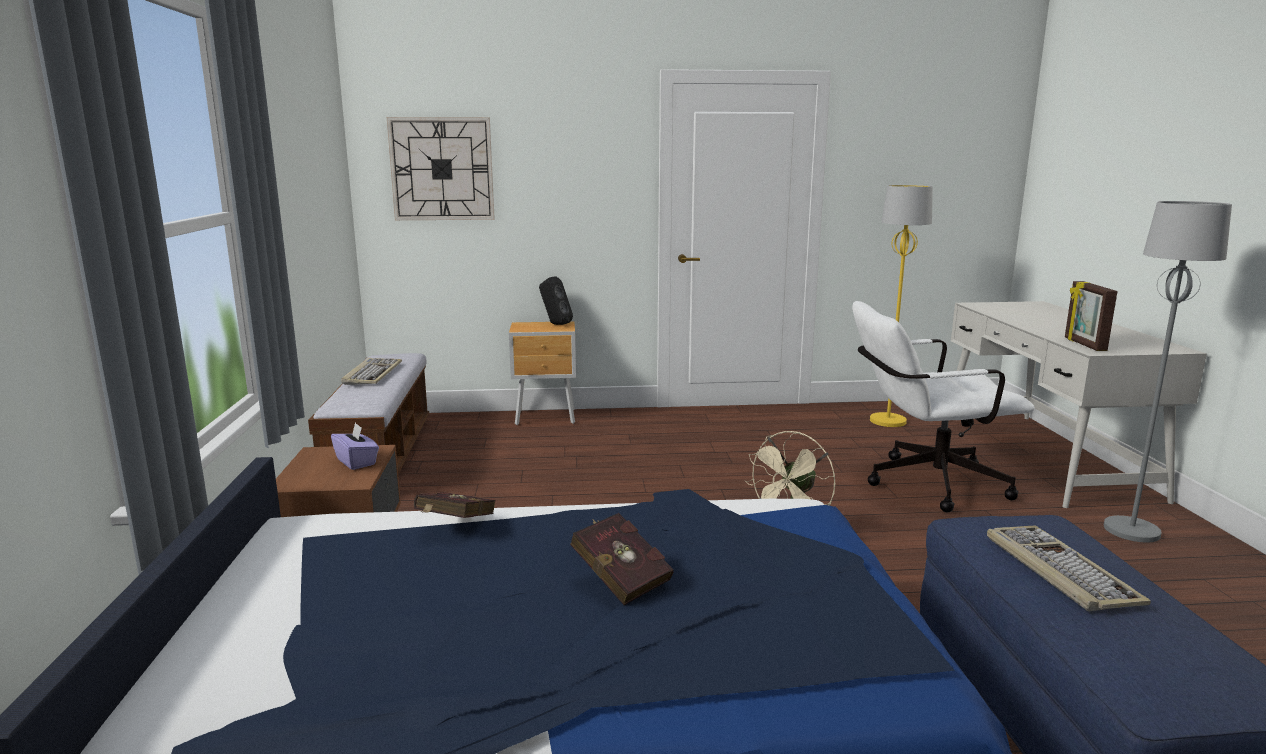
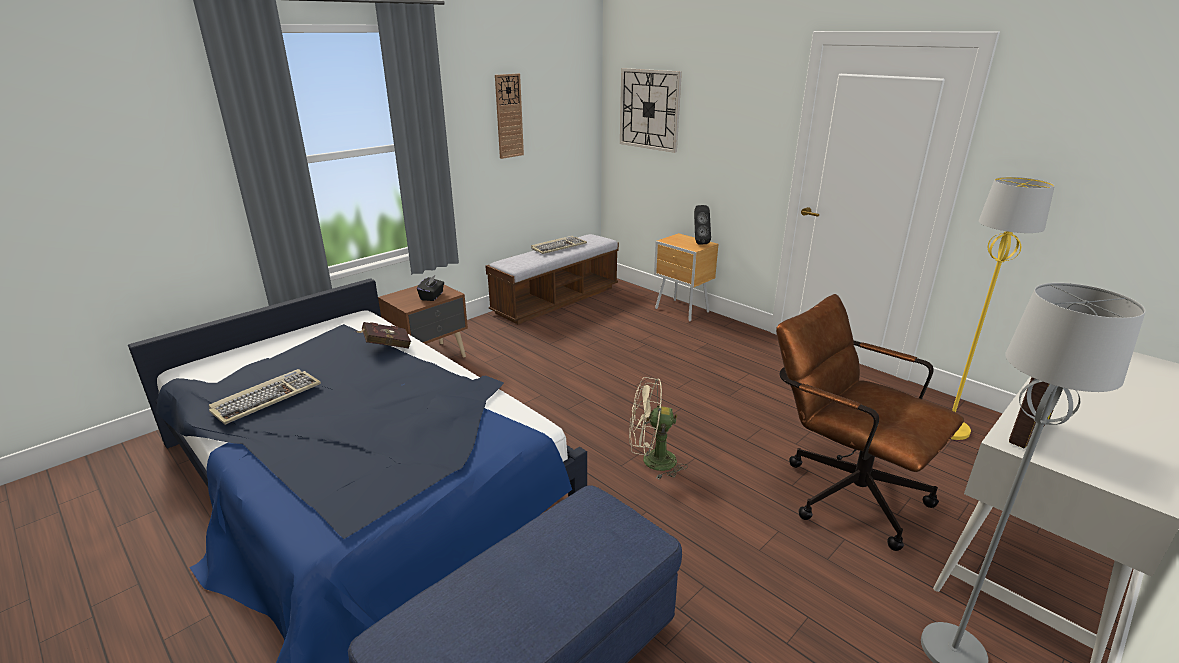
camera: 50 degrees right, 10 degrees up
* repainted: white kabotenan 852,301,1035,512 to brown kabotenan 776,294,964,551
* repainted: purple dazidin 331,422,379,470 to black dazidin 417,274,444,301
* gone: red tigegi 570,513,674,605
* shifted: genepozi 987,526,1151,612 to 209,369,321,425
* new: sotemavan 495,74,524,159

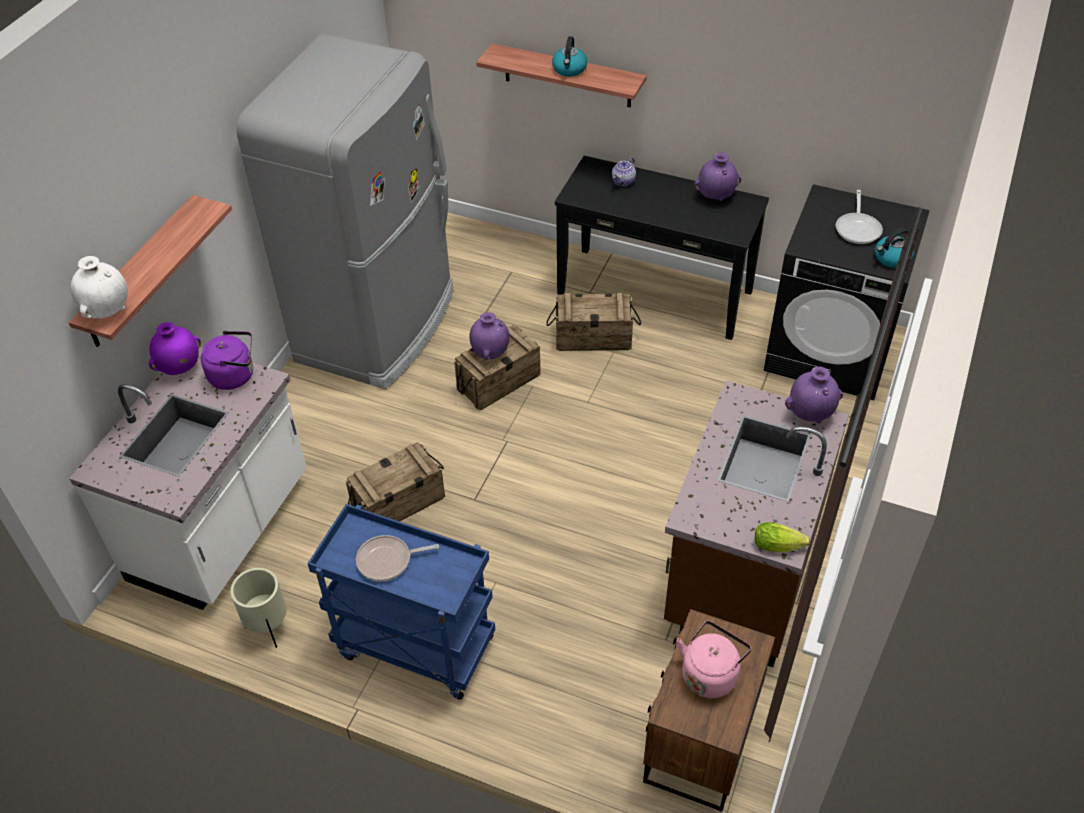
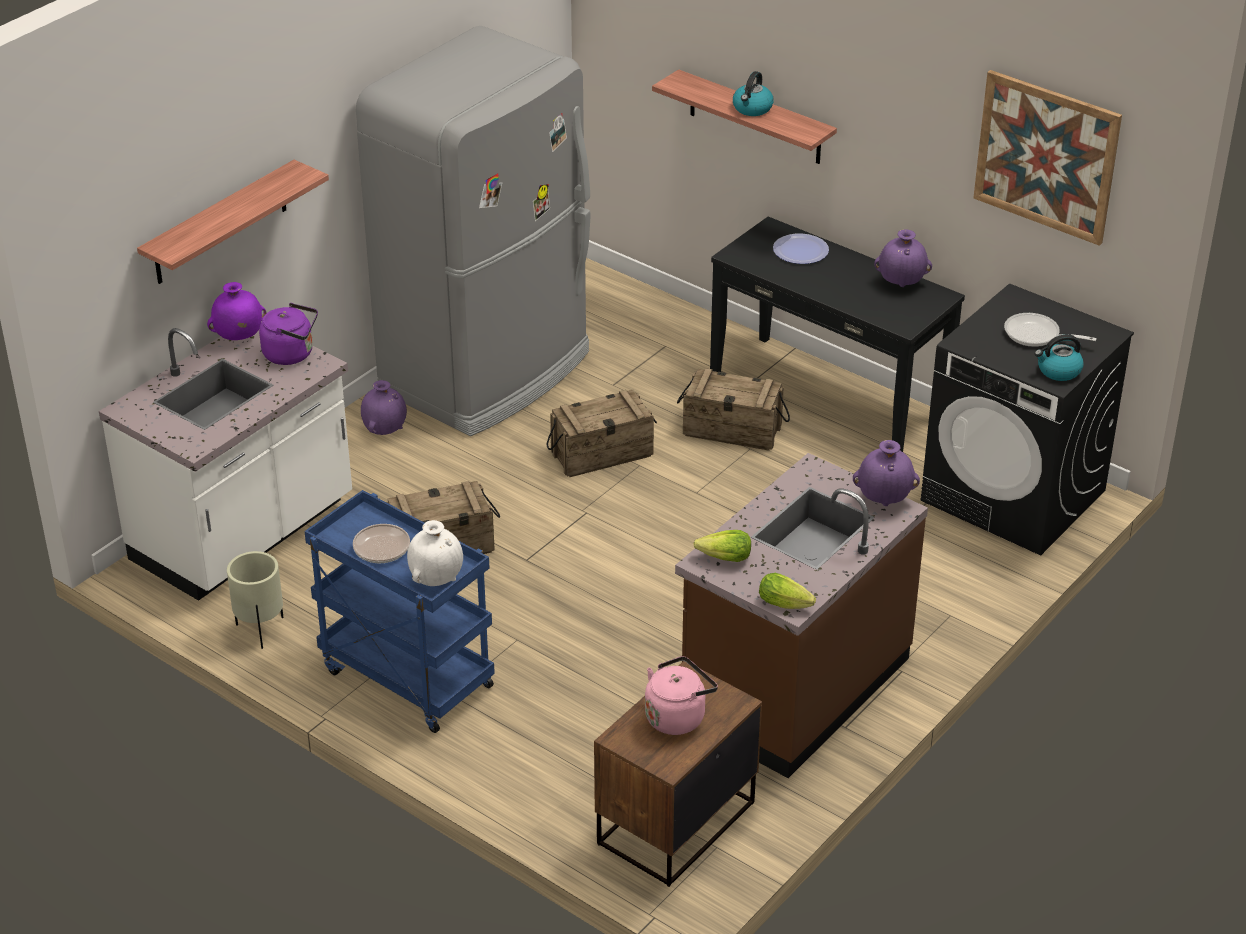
camera: 15 degrees right, 10 degrees down
* swapped: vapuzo 612,157,636,186 to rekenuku 773,234,829,264
* rotated: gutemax 836,190,883,244 = 1004,313,1097,347 90 degrees clockwise
* shifted: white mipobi 70,256,128,319 to 407,520,463,586
* shifted: purple mipobi 469,312,510,359 to 361,380,407,435
* new: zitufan 973,70,1122,246
* new: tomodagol 693,530,751,562

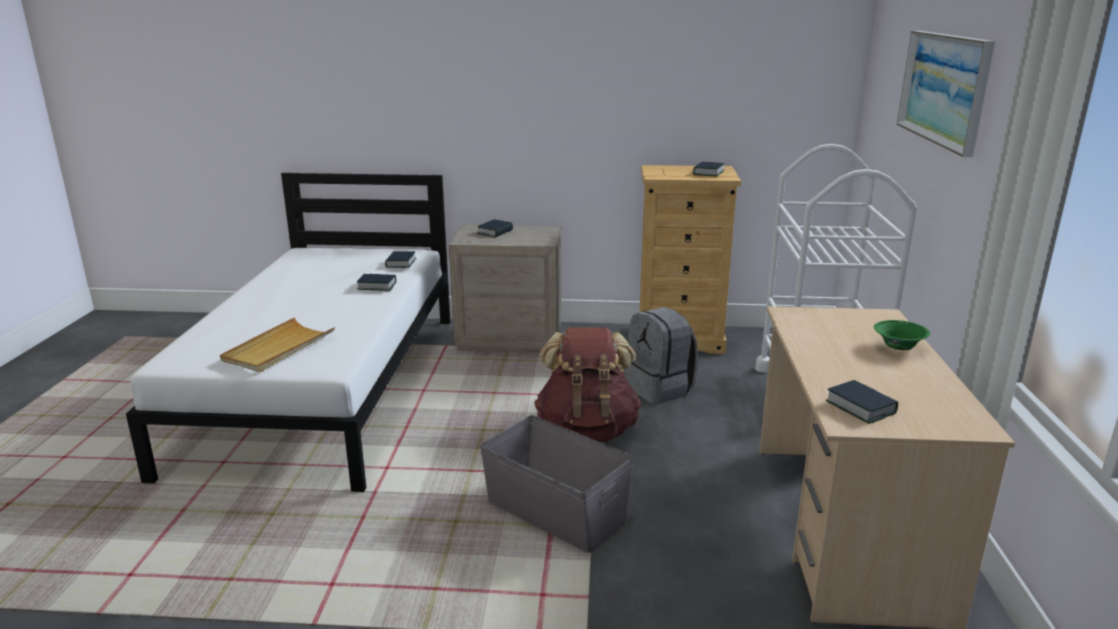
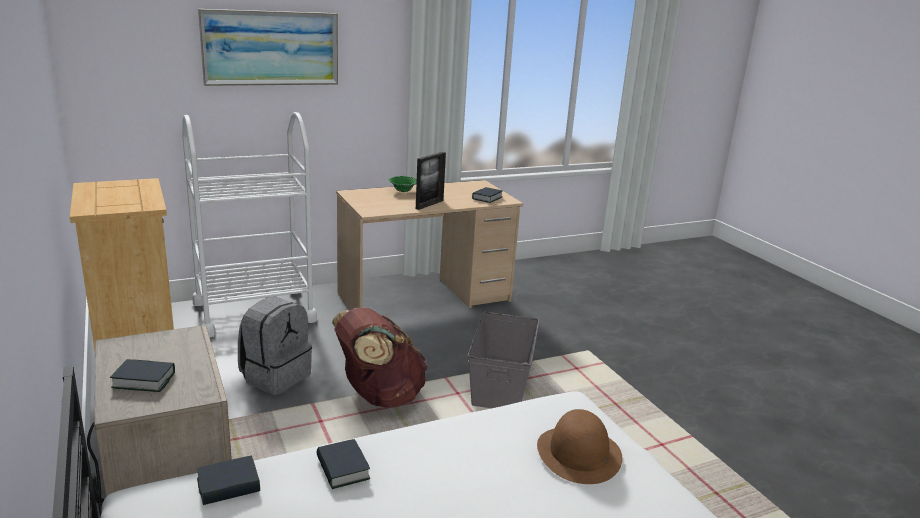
camera: 120 degrees left, 0 degrees up
* gone: tigegi 693,161,725,176
* swapped: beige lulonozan 220,317,335,372 to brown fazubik 537,409,622,484
* new: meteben 416,152,446,210

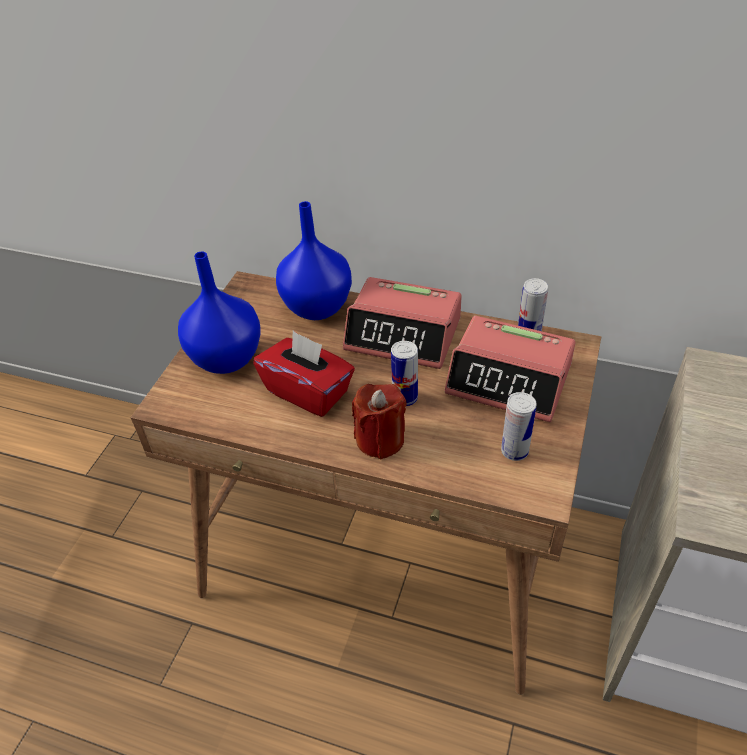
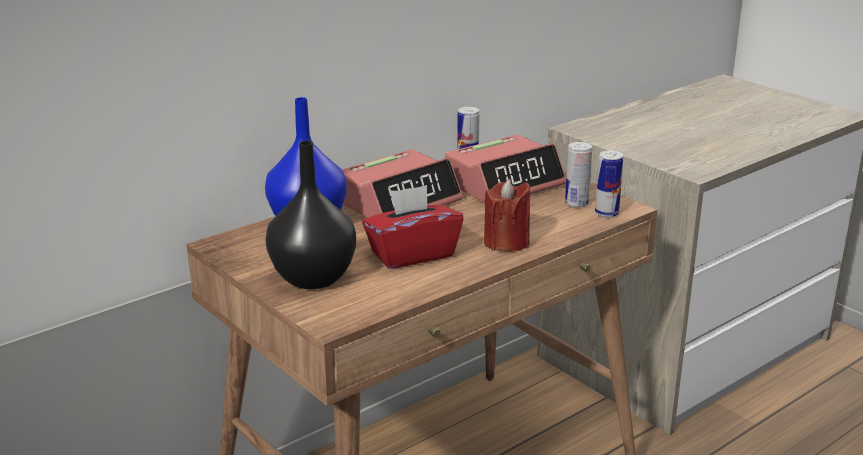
camera: 60 degrees left, 20 degrees down
* repainted: blue mipobi 178,252,261,374 to black mipobi 265,141,356,289
* shifted: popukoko 391,341,418,406 to 595,150,623,217

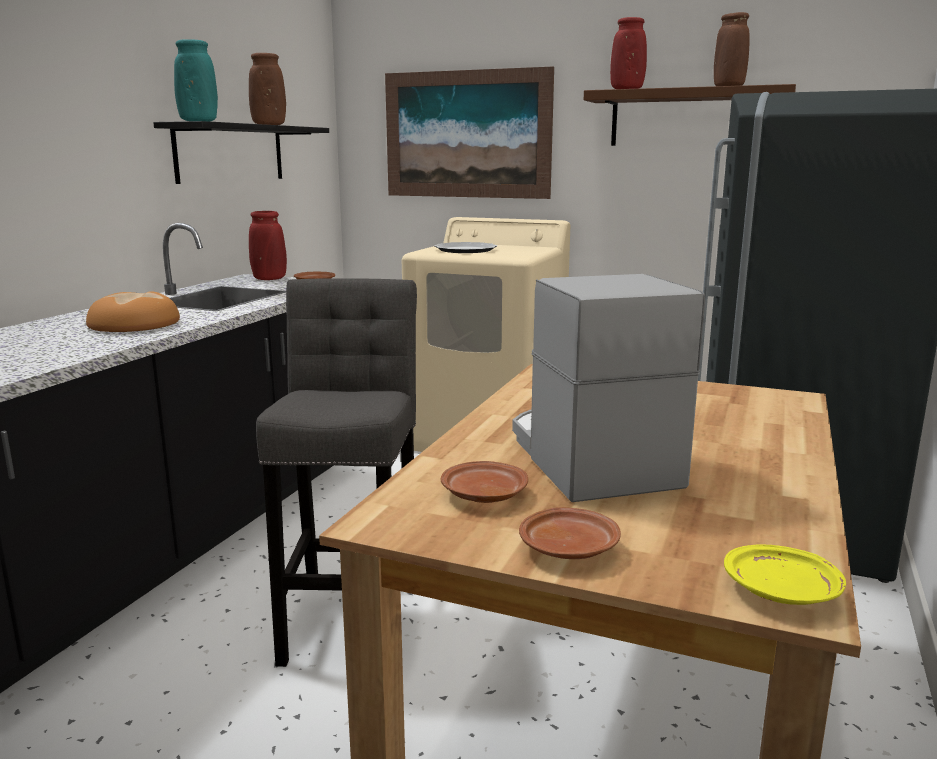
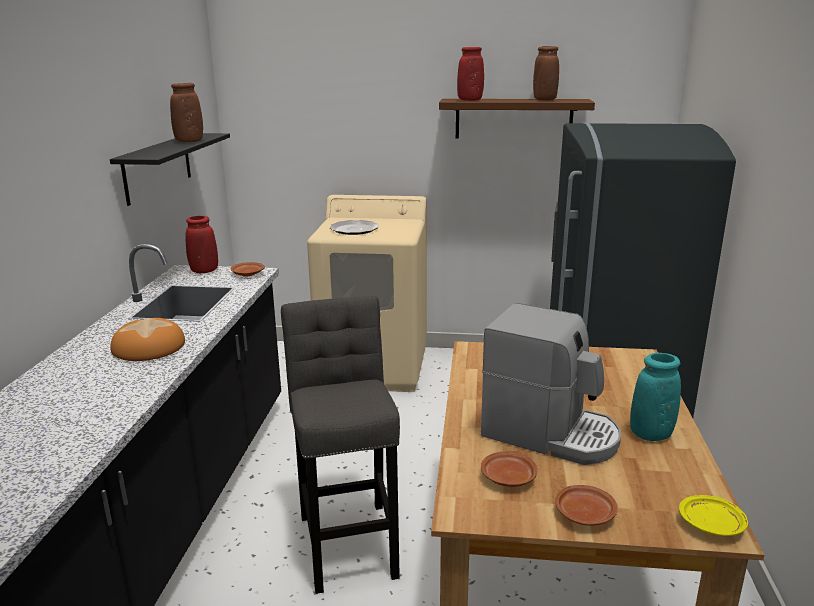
camera: 15 degrees left, 5 degrees up
* shifted: turquoise mipobi 174,39,218,122 to 630,353,681,441
* gone: zitufan 385,67,554,199
* rotated: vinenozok 512,274,705,502 = 481,303,621,465 150 degrees clockwise

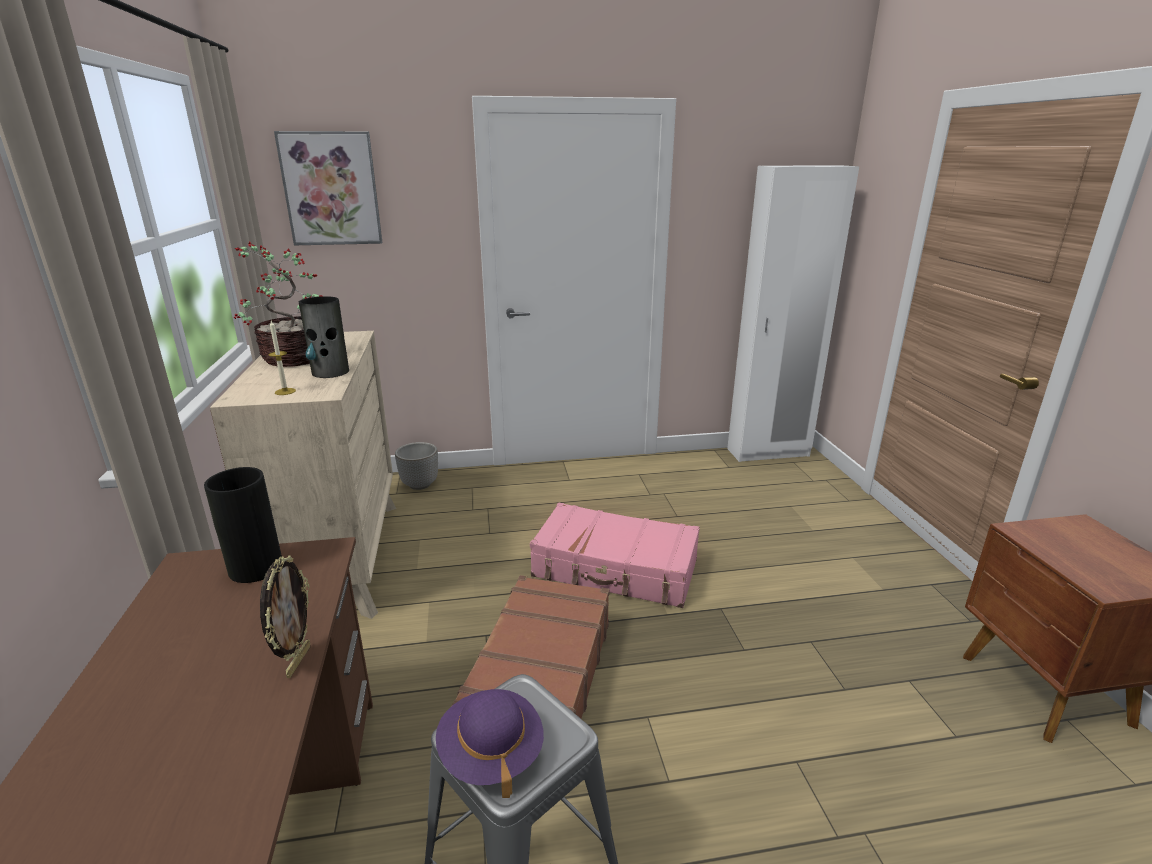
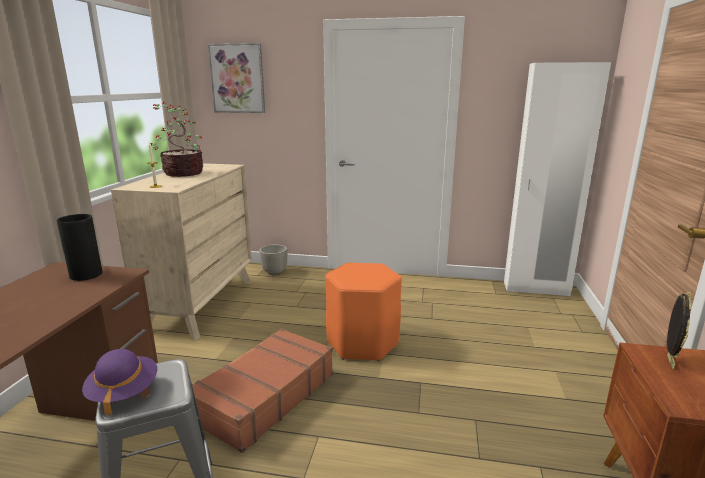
camera: 20 degrees right, 5 degrees down
* gone: mipobi 299,296,349,378
* swapped: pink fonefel 530,503,700,608 to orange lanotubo 325,263,402,361
* shifted: meteben 260,555,310,678 to 667,292,692,369

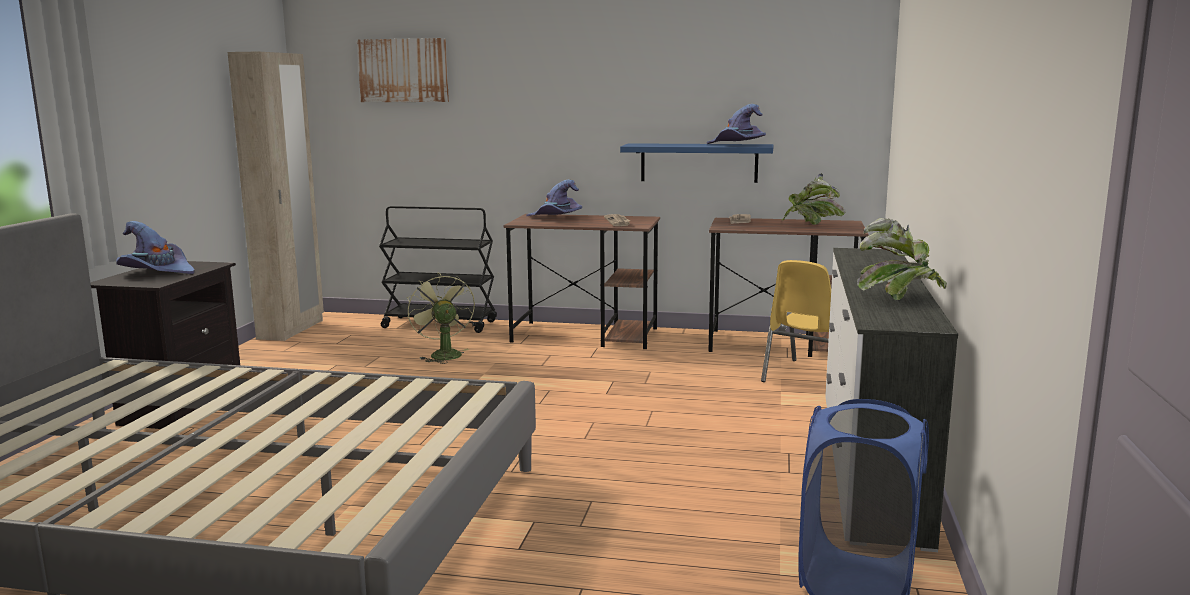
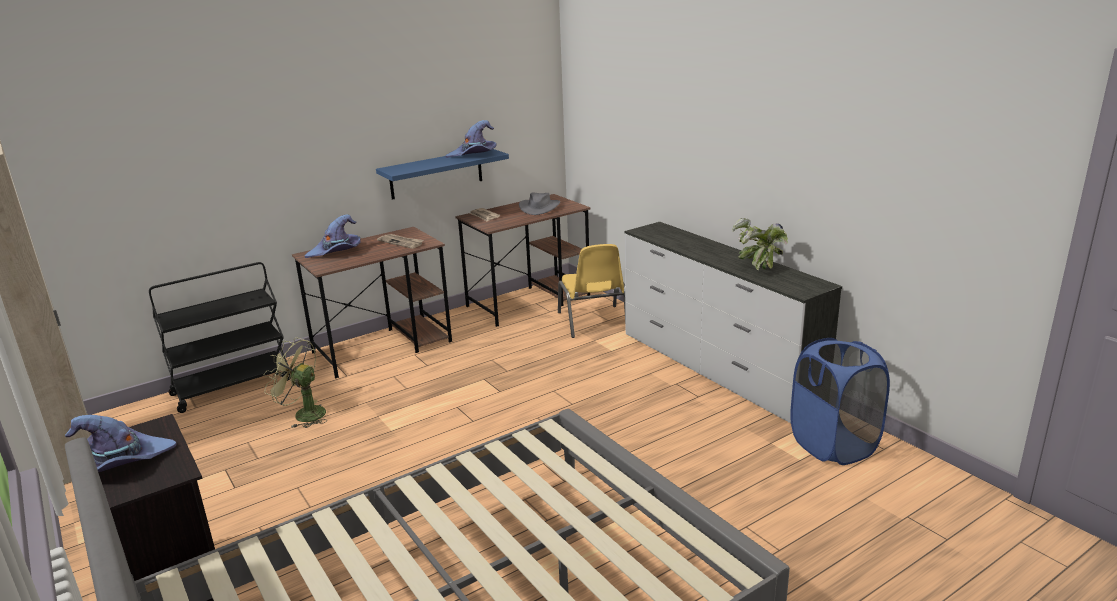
camera: 45 degrees left, 10 degrees up
* gone: zitufan 357,38,449,102
* swapped: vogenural 782,173,846,225 to grey fazubik 519,193,560,215

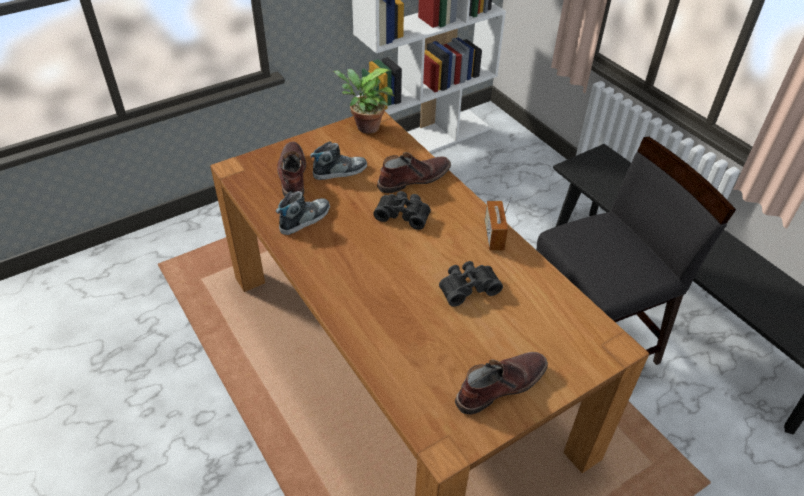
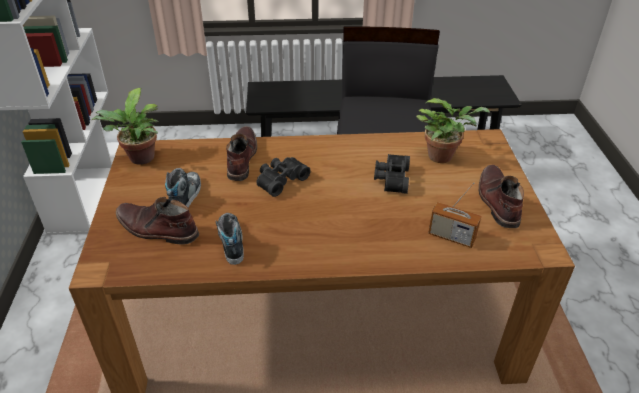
camera: 60 degrees left, 5 degrees down
* shifted: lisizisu 484,195,512,250 to 428,183,481,248
* new: vogenural 416,98,490,163

